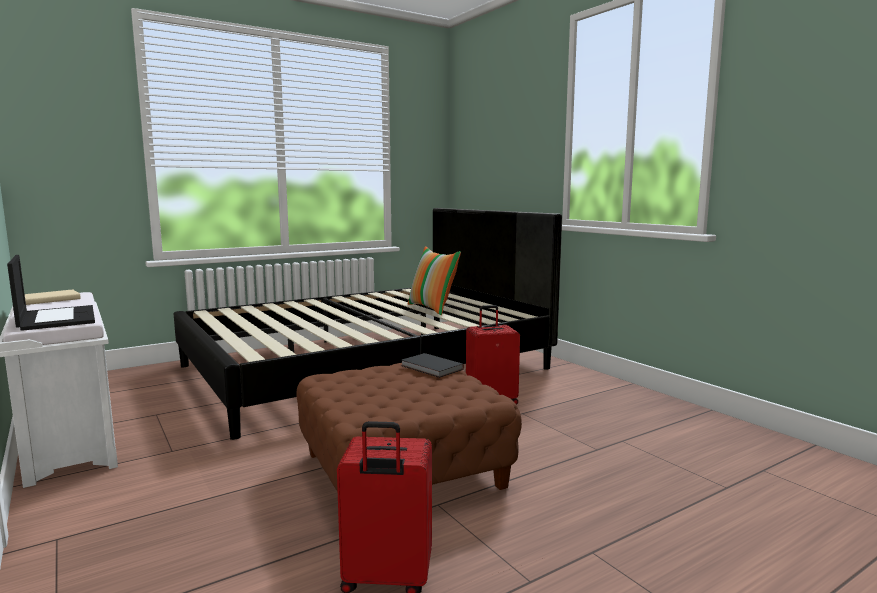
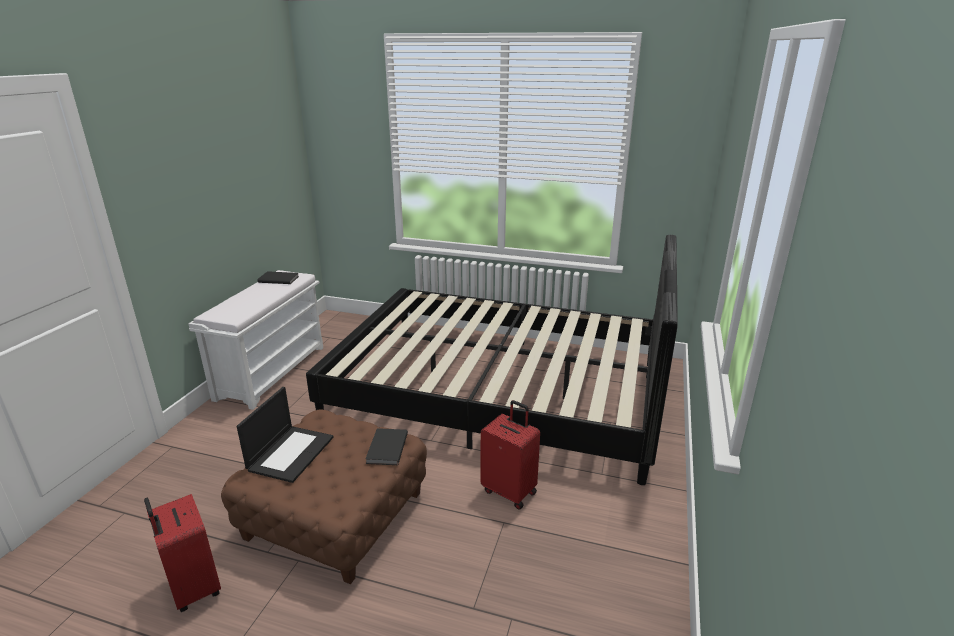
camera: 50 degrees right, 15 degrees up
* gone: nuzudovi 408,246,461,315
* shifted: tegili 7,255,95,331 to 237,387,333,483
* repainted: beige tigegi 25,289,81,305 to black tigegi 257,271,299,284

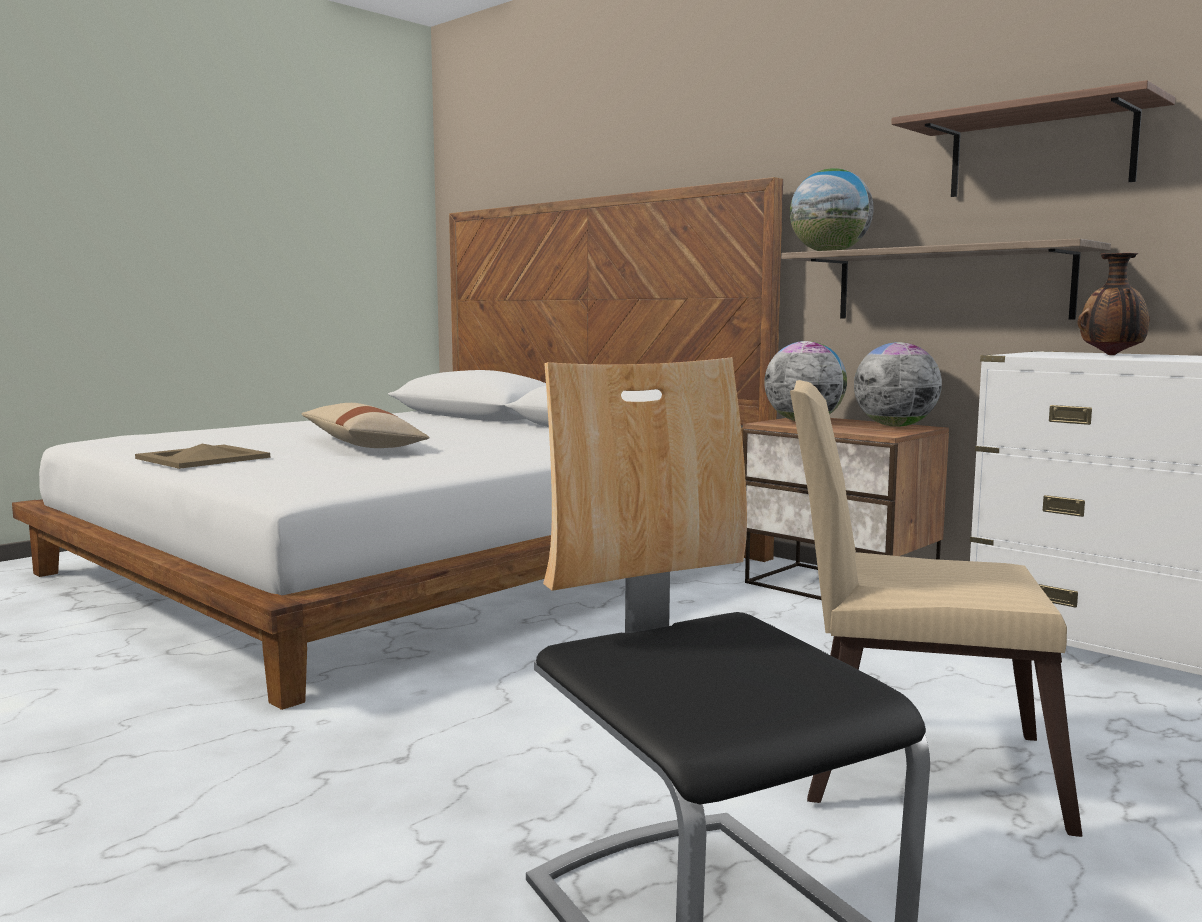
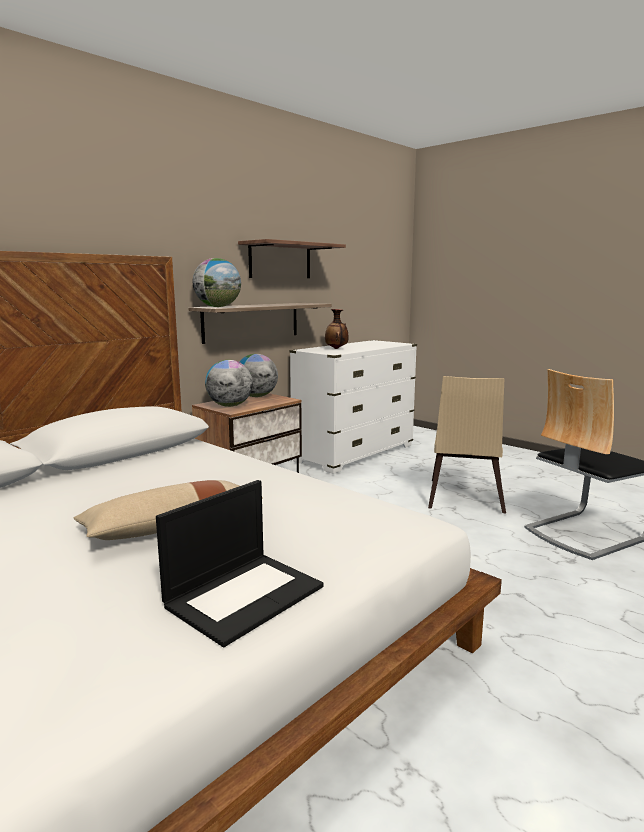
camera: 90 degrees left, 5 degrees up
* swapped: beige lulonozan 135,444,270,469 to tegili 156,480,323,647

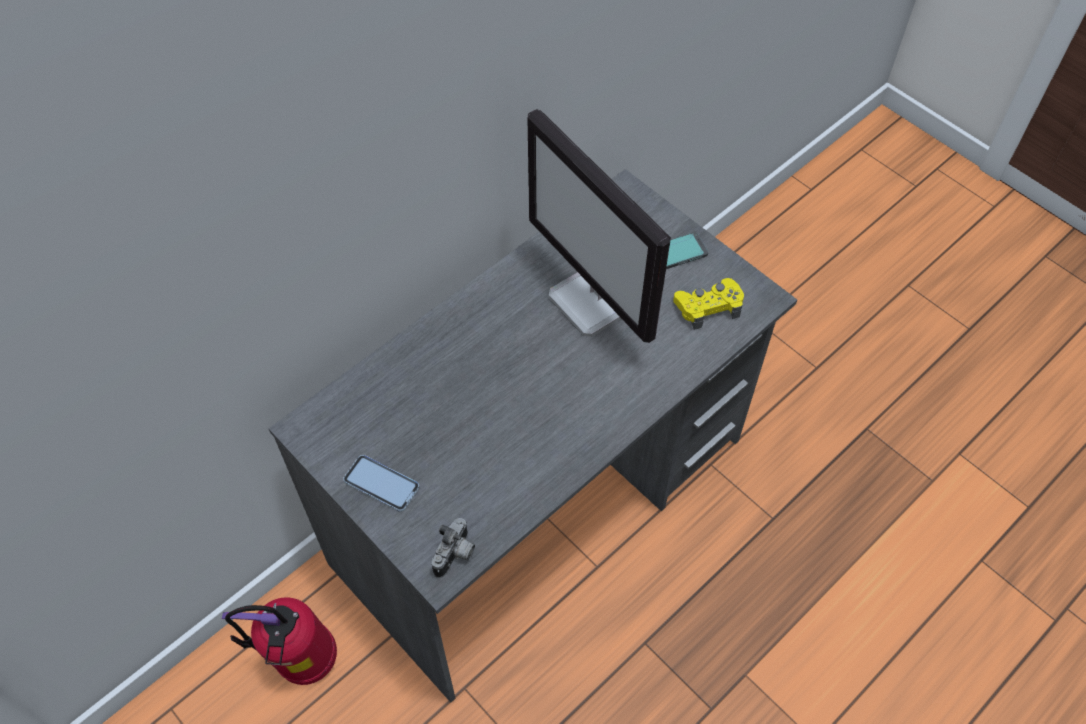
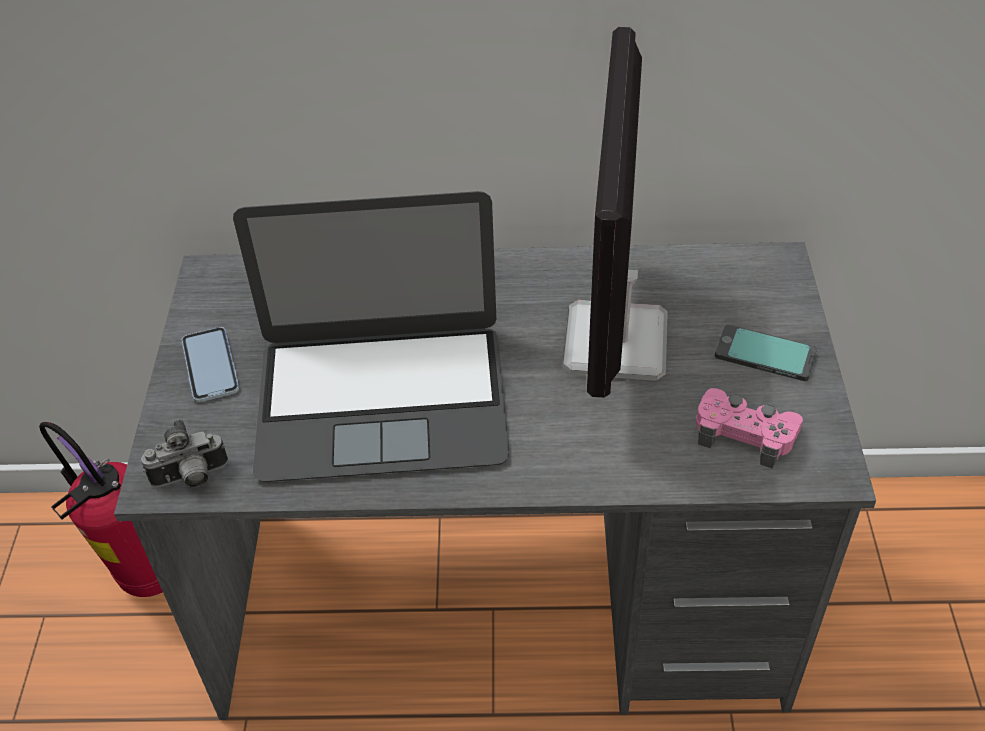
camera: 45 degrees right, 10 degrees down
* repainted: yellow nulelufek 673,278,744,330 to pink nulelufek 696,388,803,468
* new: tegili 233,191,510,482

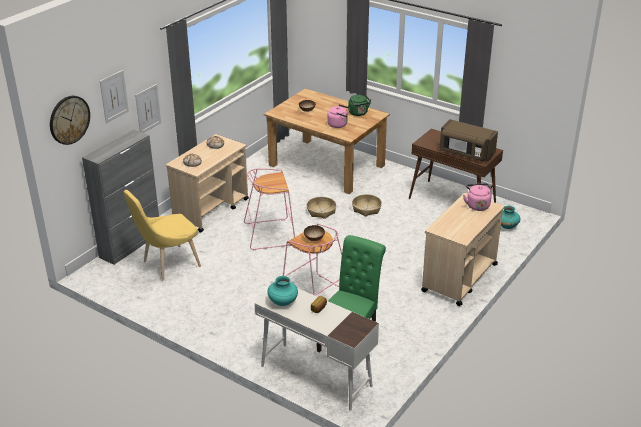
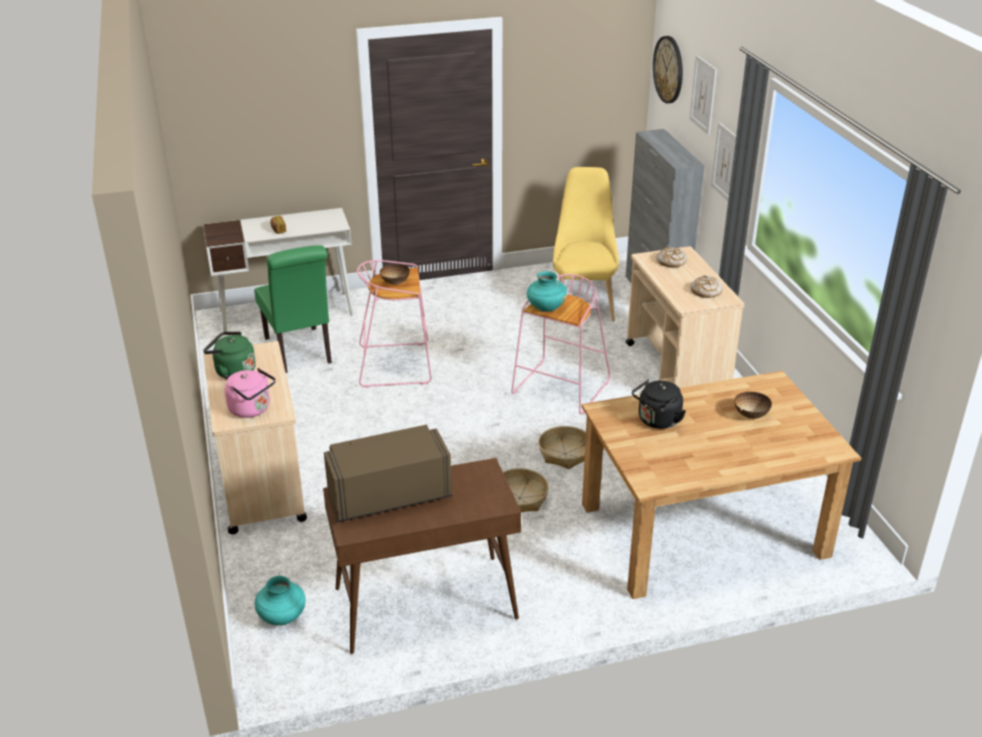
camera: 130 degrees right, 0 degrees up
* shifted: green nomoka 348,95,371,116 to 203,331,256,379
* repainted: pink nomoka 327,104,350,128 to black nomoka 632,379,686,429
* shifted: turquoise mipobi 267,276,298,306 to 527,271,568,312

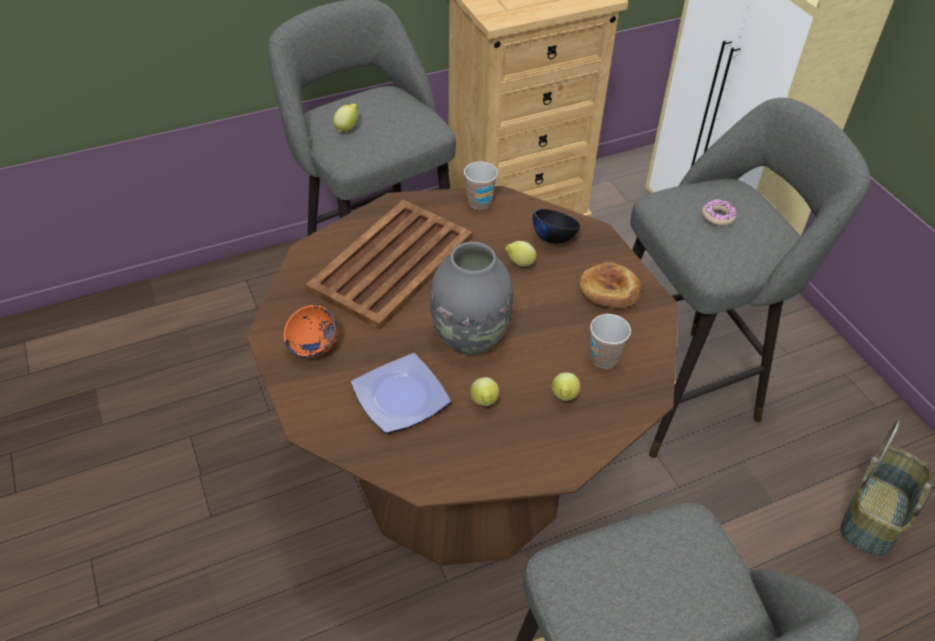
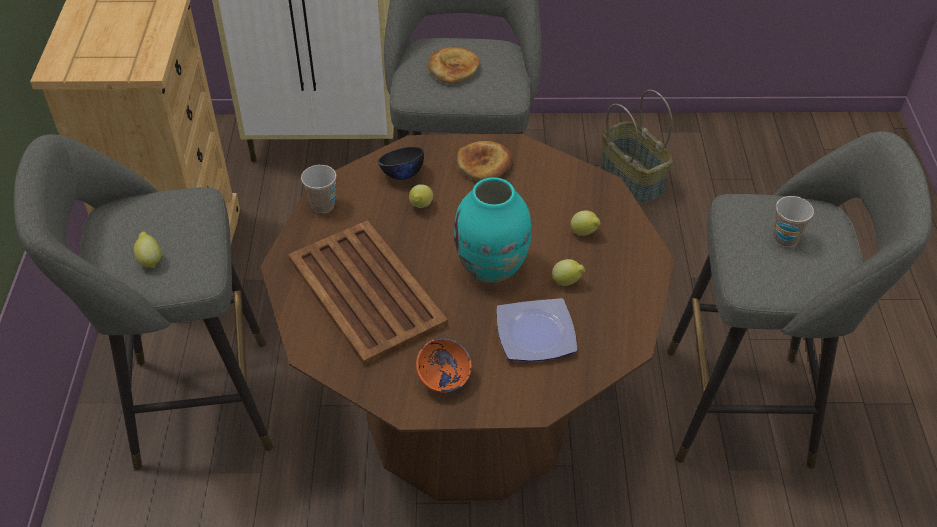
camera: 65 degrees left, 0 degrees up
* swapped: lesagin 702,199,736,226 to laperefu 428,46,480,84
* repainted: grey mipobi 430,242,513,355 to turquoise mipobi 454,177,532,283
* shifted: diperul 590,314,631,369 to 773,196,814,247

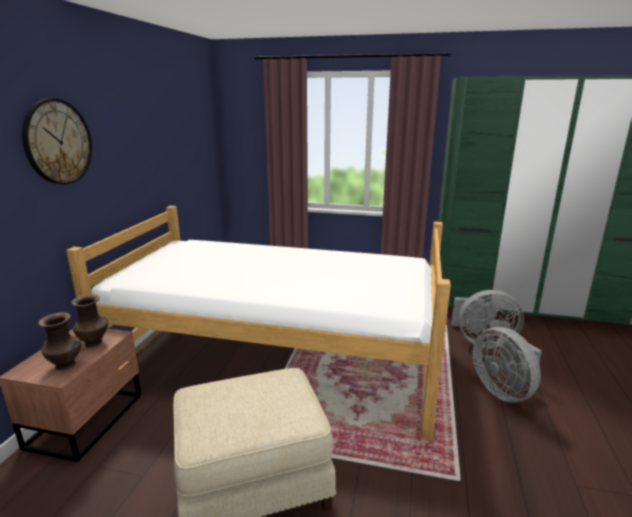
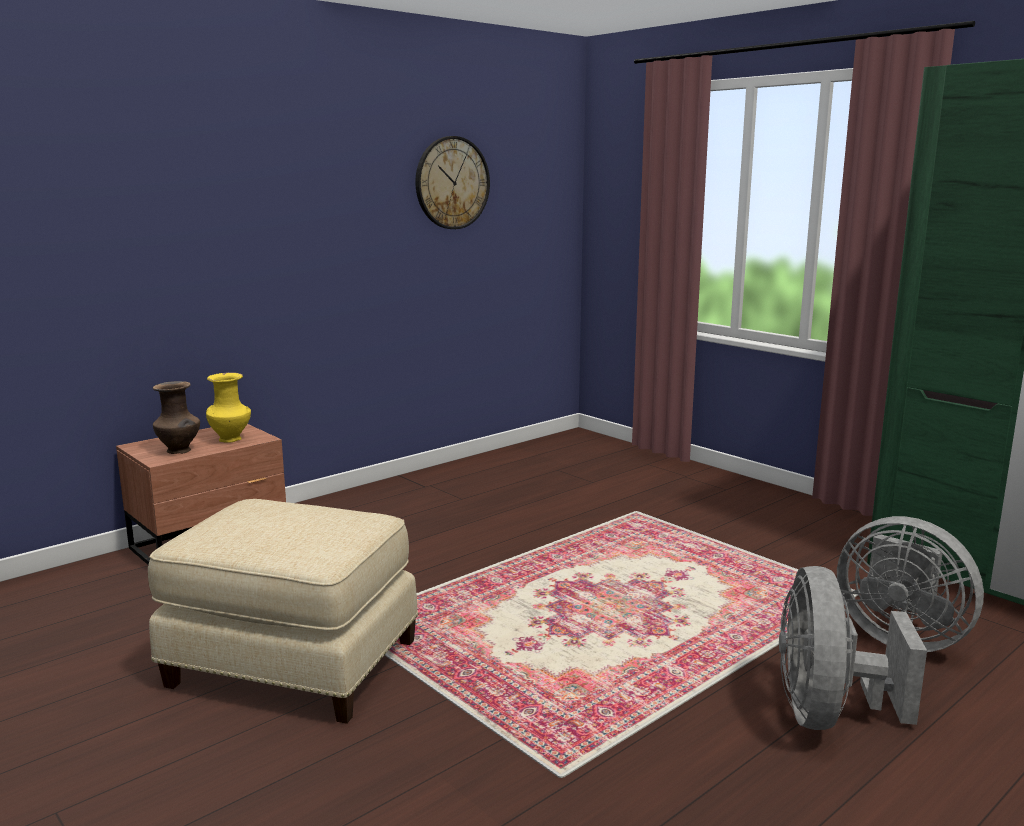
camera: 35 degrees right, 5 degrees down
* shifted: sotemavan 22,98,92,184 to 415,136,490,229
* gone: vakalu 66,206,451,441
* repainted: brown mipobi 71,294,108,347 to yellow mipobi 206,372,251,443

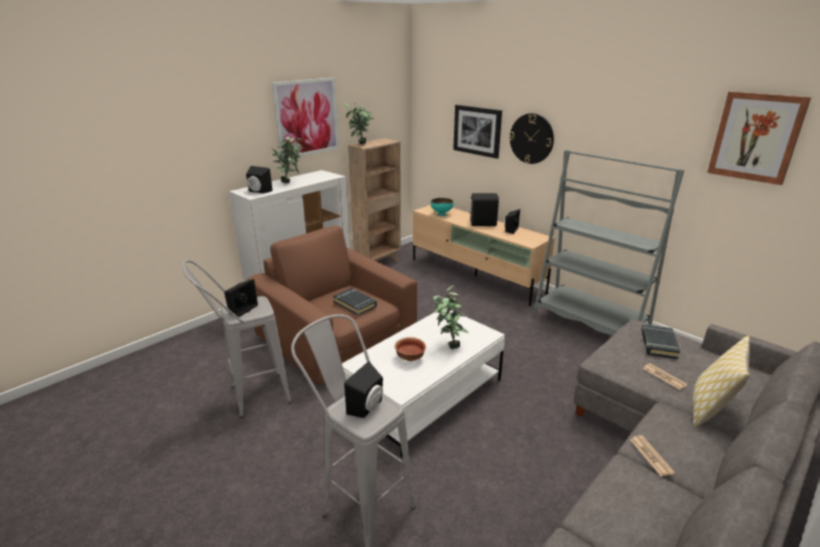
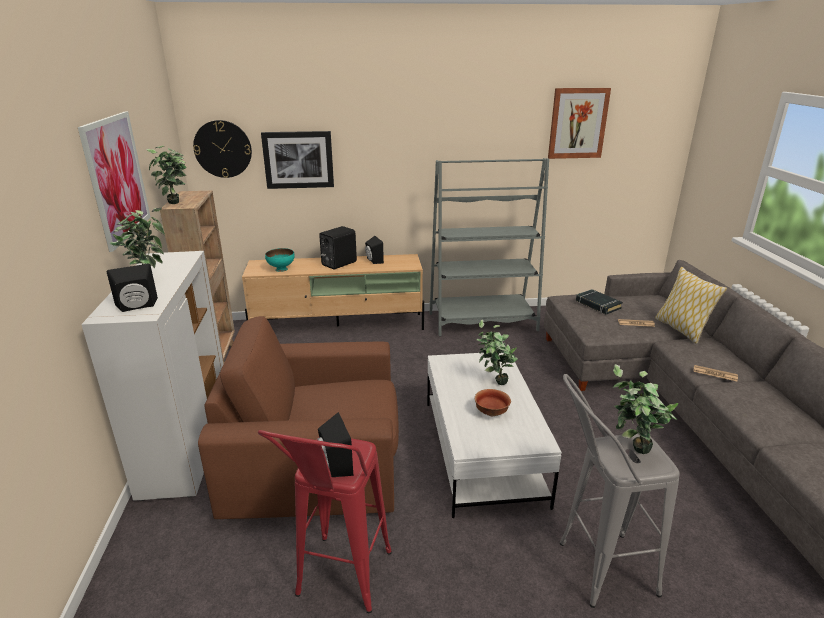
camera: 50 degrees left, 0 degrees up
* shifted: sotemavan 509,113,554,164 to 193,120,252,178
* repainted: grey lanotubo 182,260,292,418 to red lanotubo 258,430,392,614
* gone: black tigegi 333,288,377,316
* swapped: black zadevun 344,361,383,418 to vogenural 613,364,679,454

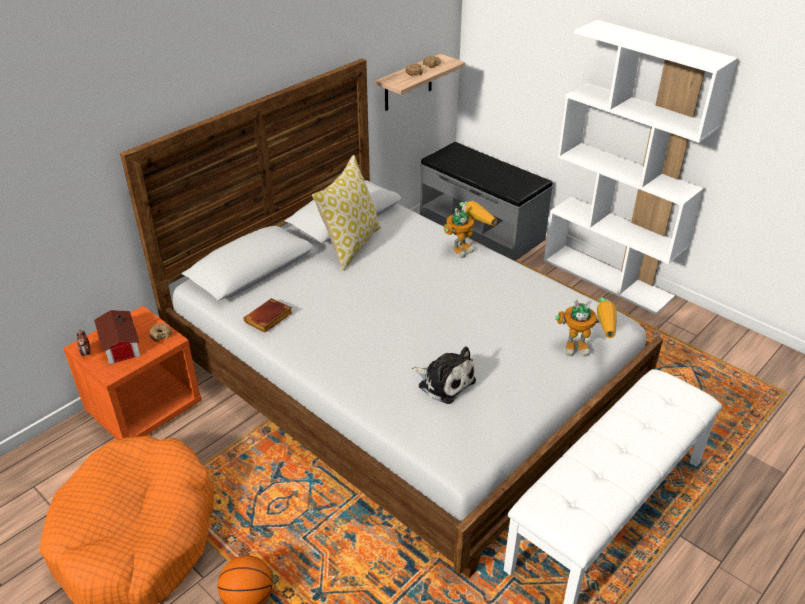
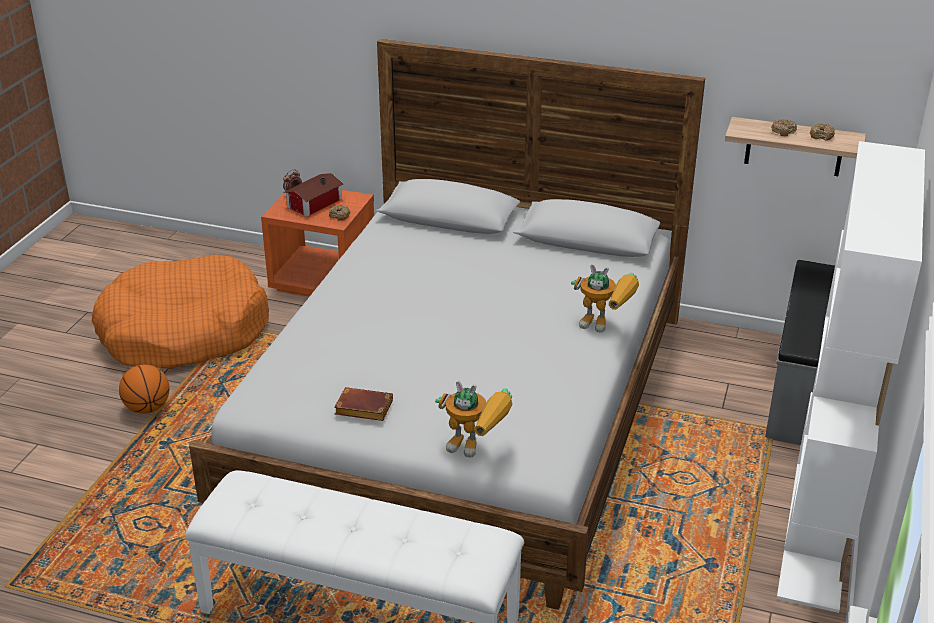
camera: 65 degrees right, 5 degrees down
* gone: nuzudovi 312,155,381,271
* shifted: brown tigegi 244,298,293,333 to 334,387,393,421
* rotated: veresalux 555,298,617,357 = 435,380,512,458 45 degrees counterclockwise
* gone: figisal 412,346,476,404

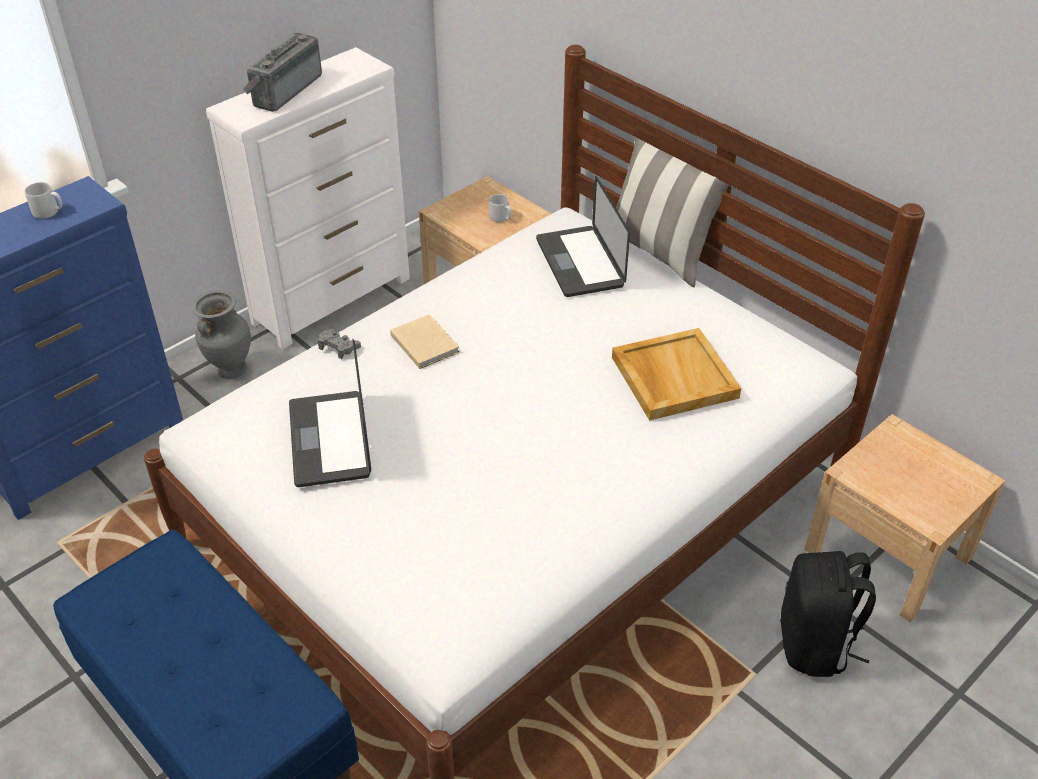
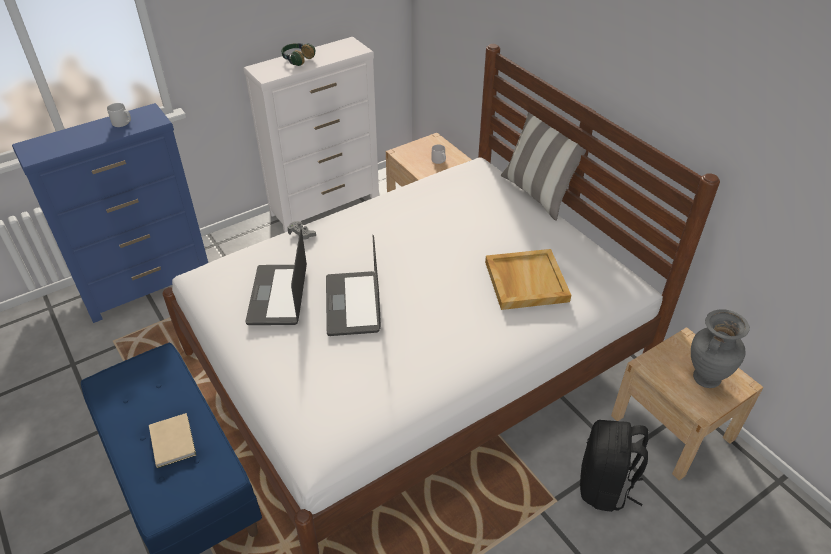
camera: 10 degrees right, 0 degrees up
* swapped: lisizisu 243,33,322,112 to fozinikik 281,43,316,66
* shifted: tegili 536,176,630,297 to 326,235,381,336
* shifted: grey mipobi 192,290,251,379 to 691,309,750,388
* shifted: beige tigegi 390,314,460,369 to 149,413,196,468

